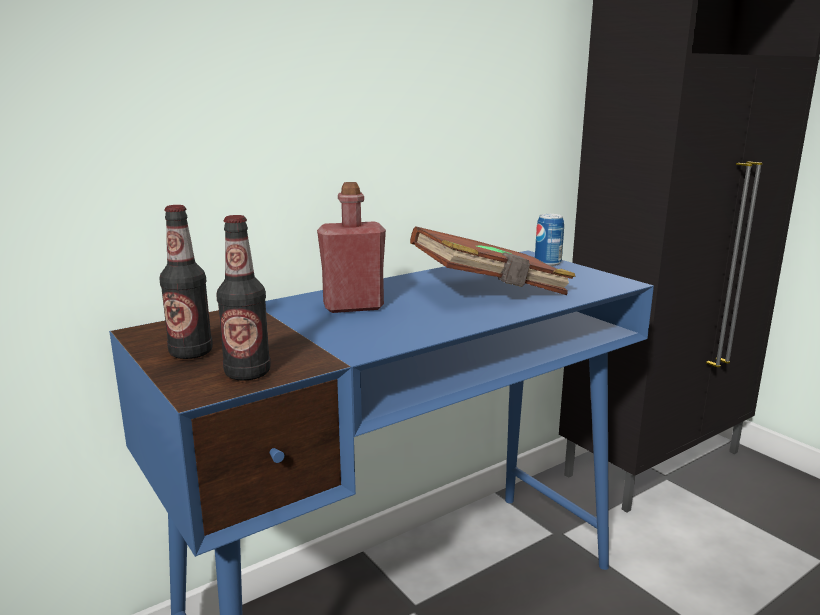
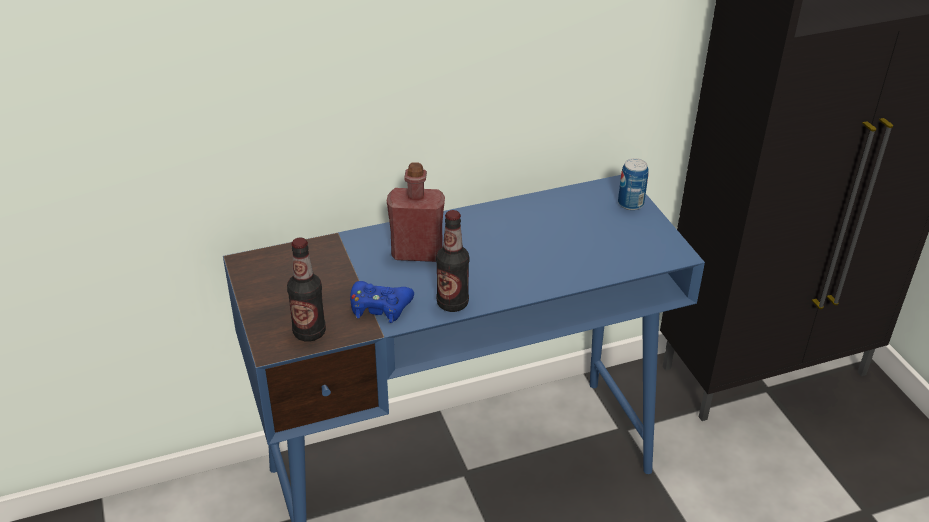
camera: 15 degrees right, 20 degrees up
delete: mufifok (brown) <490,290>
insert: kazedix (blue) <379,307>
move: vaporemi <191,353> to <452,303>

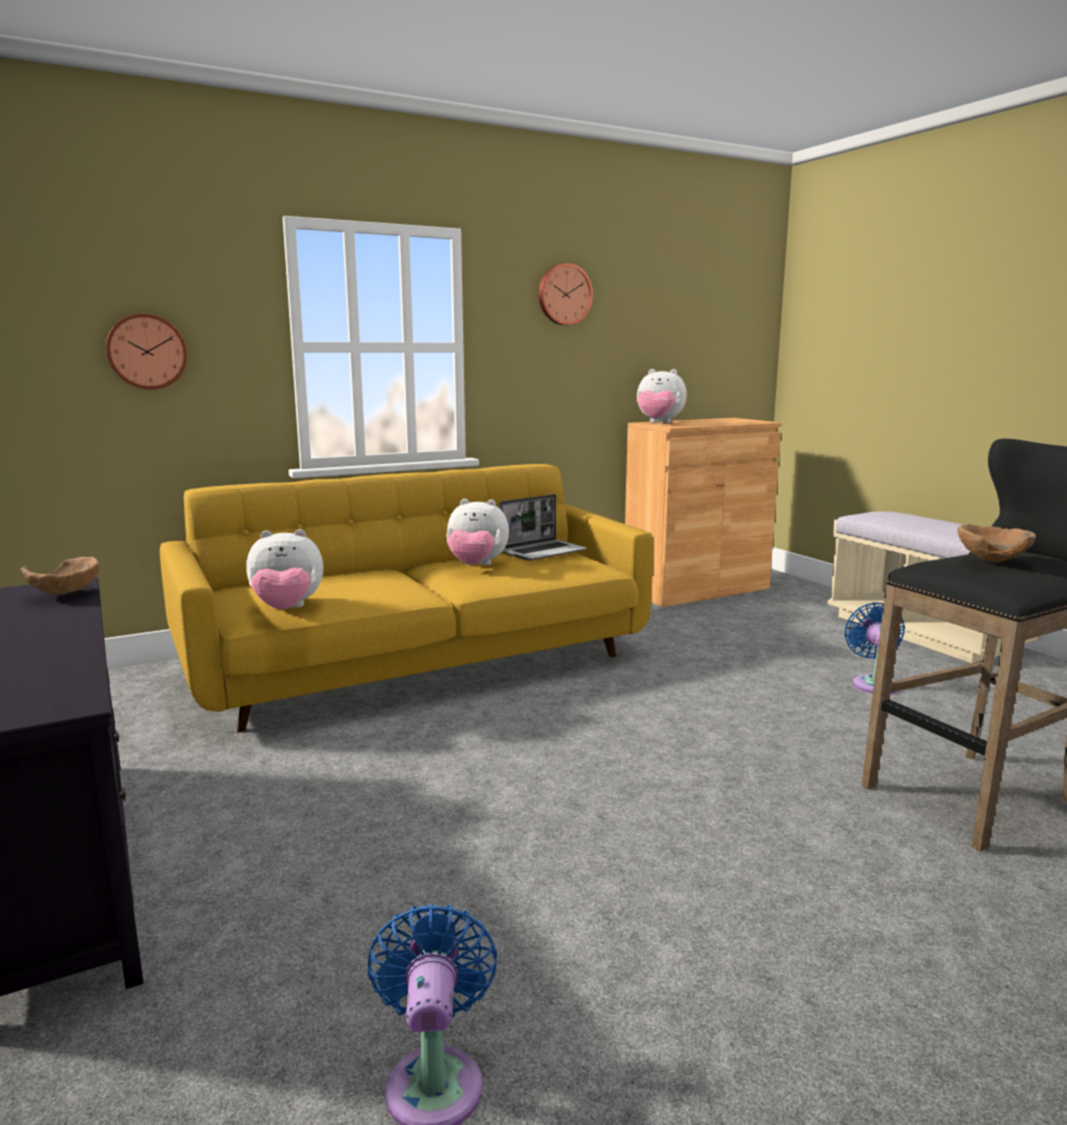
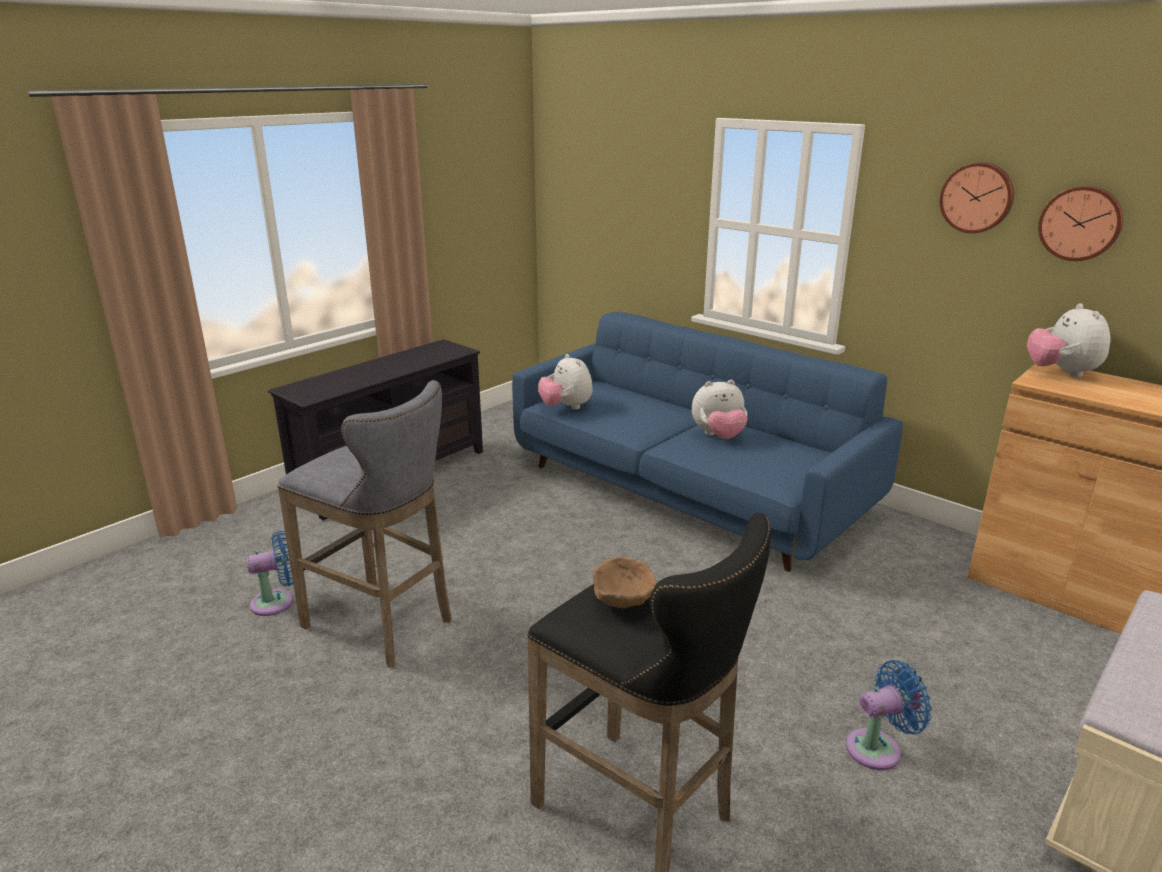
camera: 70 degrees right, 10 degrees up
delete: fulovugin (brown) <66,595>; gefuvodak <543,551>
insert: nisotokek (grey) <384,625>
move: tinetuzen <146,351> to <1080,223>
recolor: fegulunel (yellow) <420,663> to fegulunel (blue) <686,491>
rotate: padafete <476,566> = <718,436> 90 degrees counterclockwise

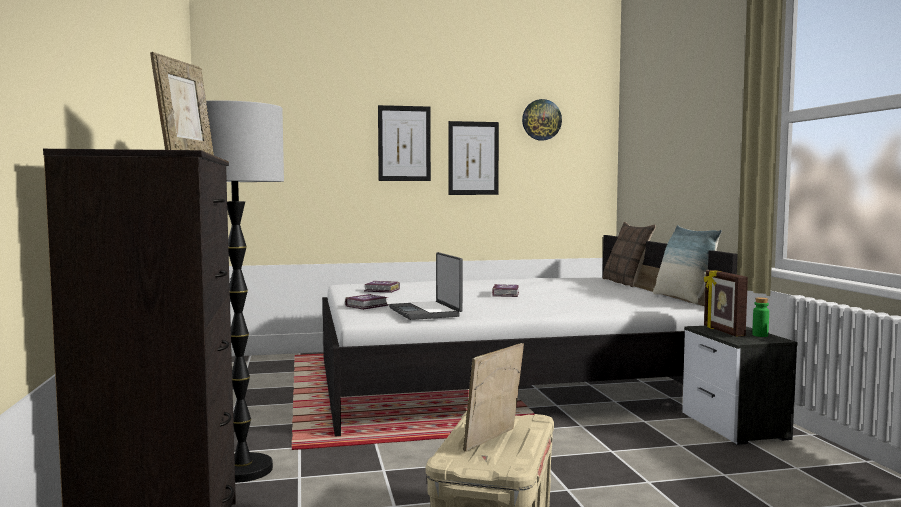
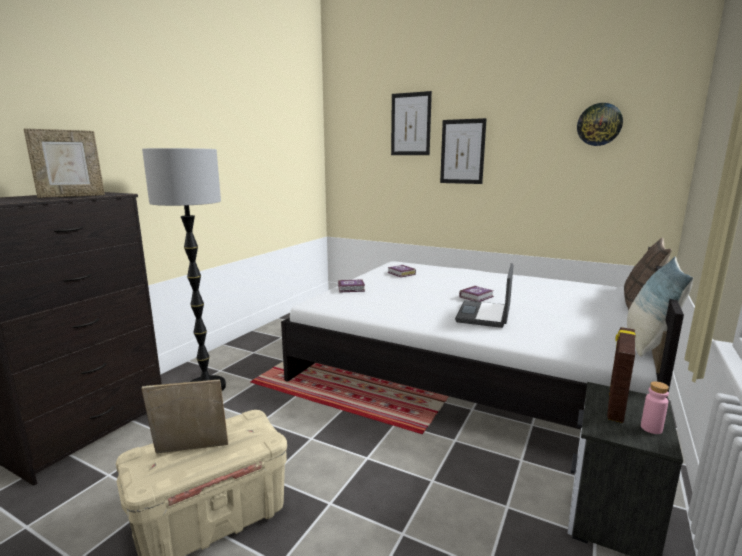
camera: 40 degrees right, 10 degrees up
move: gefuvodak <426,312> to <485,315>; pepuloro <473,158> to <410,124>
recolor: vaporemi (green) <760,335> to vaporemi (pink) <651,428>

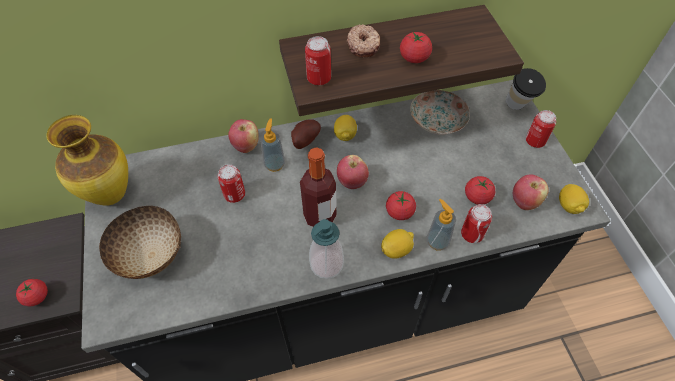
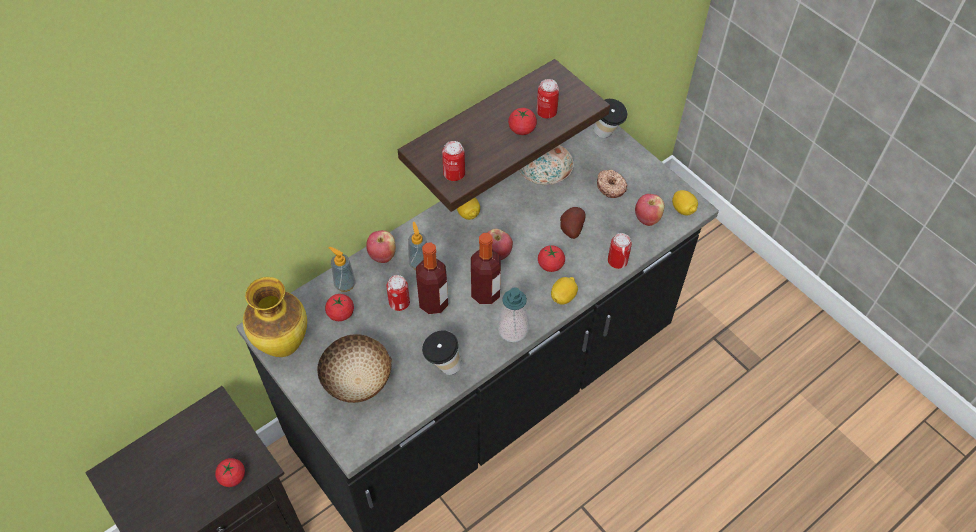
camera: 25 degrees left, 0 degrees up
insert: vaporemi <433,303>; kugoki <443,366>
move: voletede <304,141> to <570,229>; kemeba <364,46> to <611,187>; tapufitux <437,241> to <345,284>; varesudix <477,197> to <341,313>; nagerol <535,141> to <546,112>

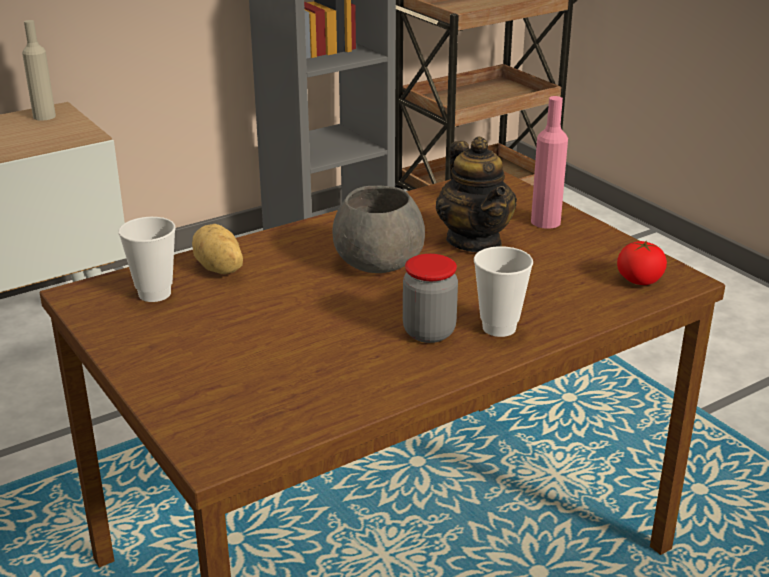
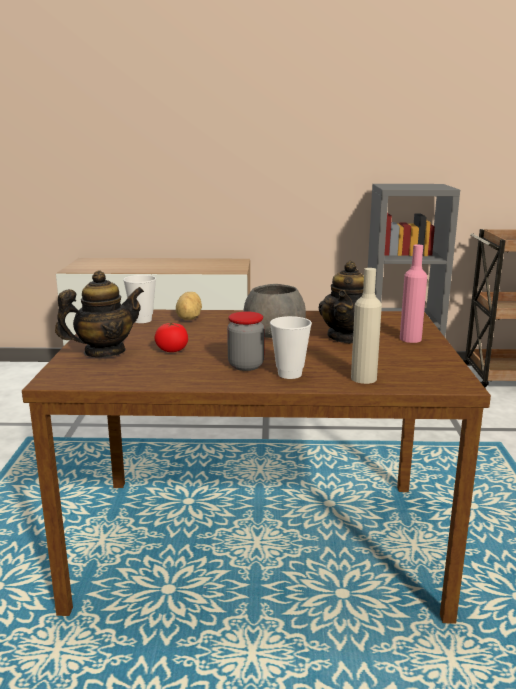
camera: 35 degrees right, 10 degrees down
insert: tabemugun <104,352>
move: vaporemi (beige) <44,116> to <363,378>; varesudix <639,280> to <172,350>

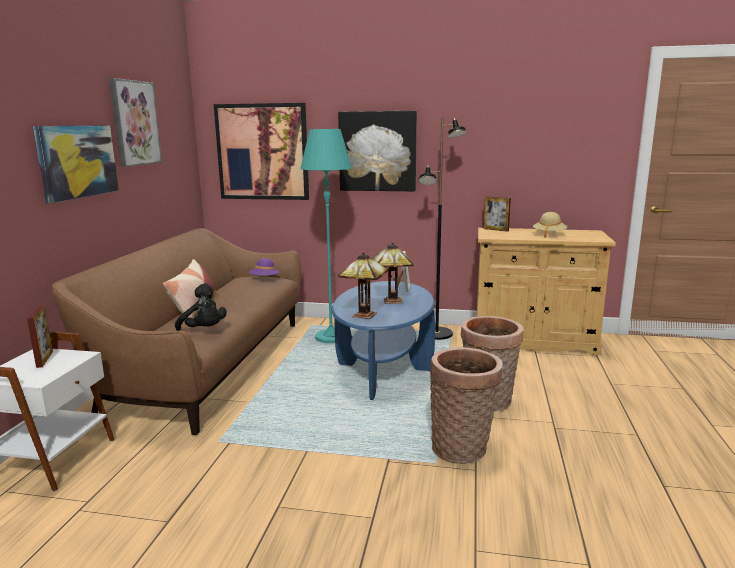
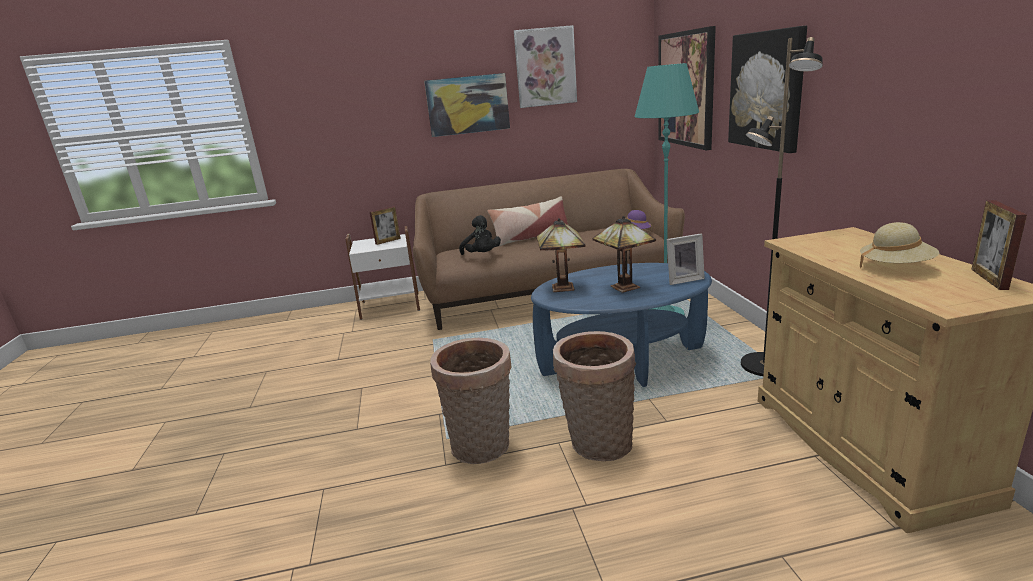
camera: 70 degrees right, 5 degrees up
move: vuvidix <496,230> to <989,279>
rotate: padafete (black) <204,330> = <482,255> 45 degrees counterclockwise

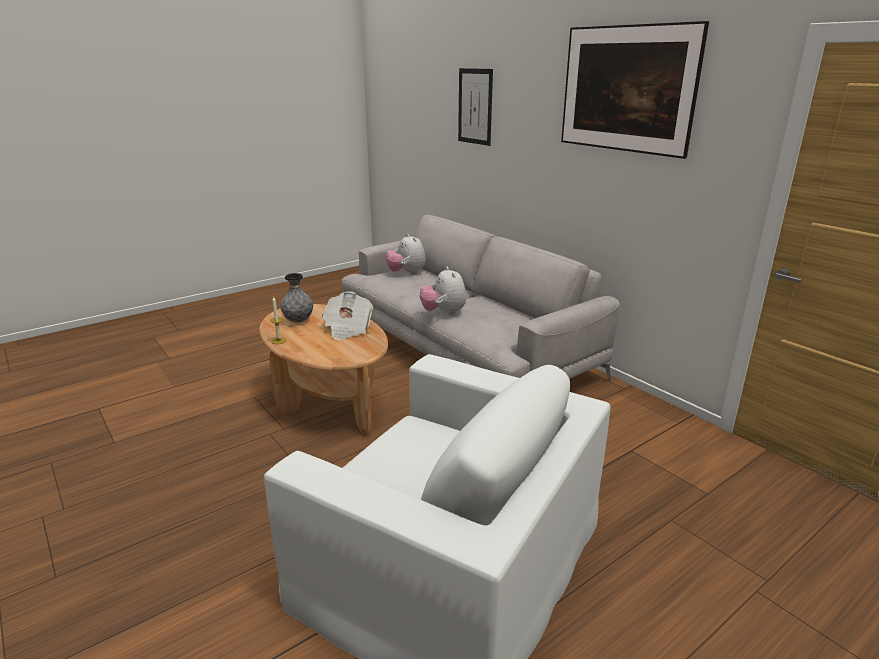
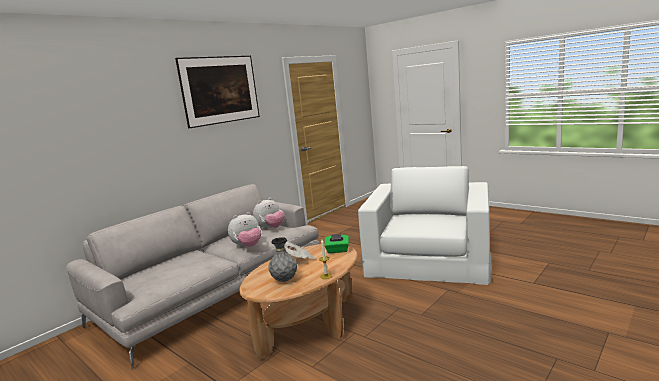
camera: 100 degrees left, 10 degrees down
delete: pepuloro <475,106>
insert: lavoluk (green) <337,250>
move: padafete <406,273> to <270,228>

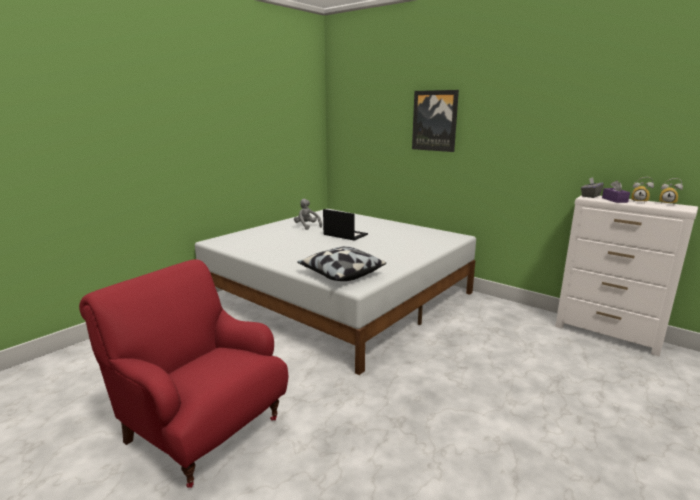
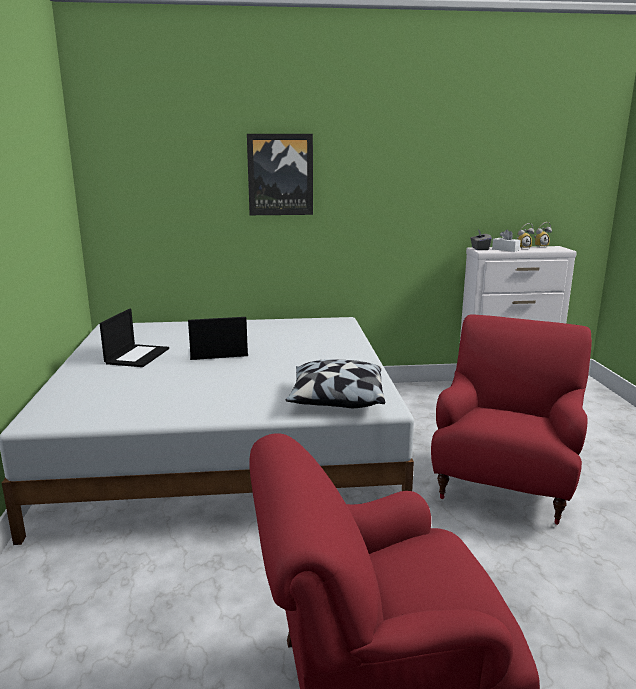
camera: 45 degrees left, 0 degrees up
insert: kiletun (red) <504,484>
replace: padafete (grey) <307,226> to gefuvodak <137,356>
recolor: lavoluk (purple) <614,200> to lavoluk (white) <505,249>

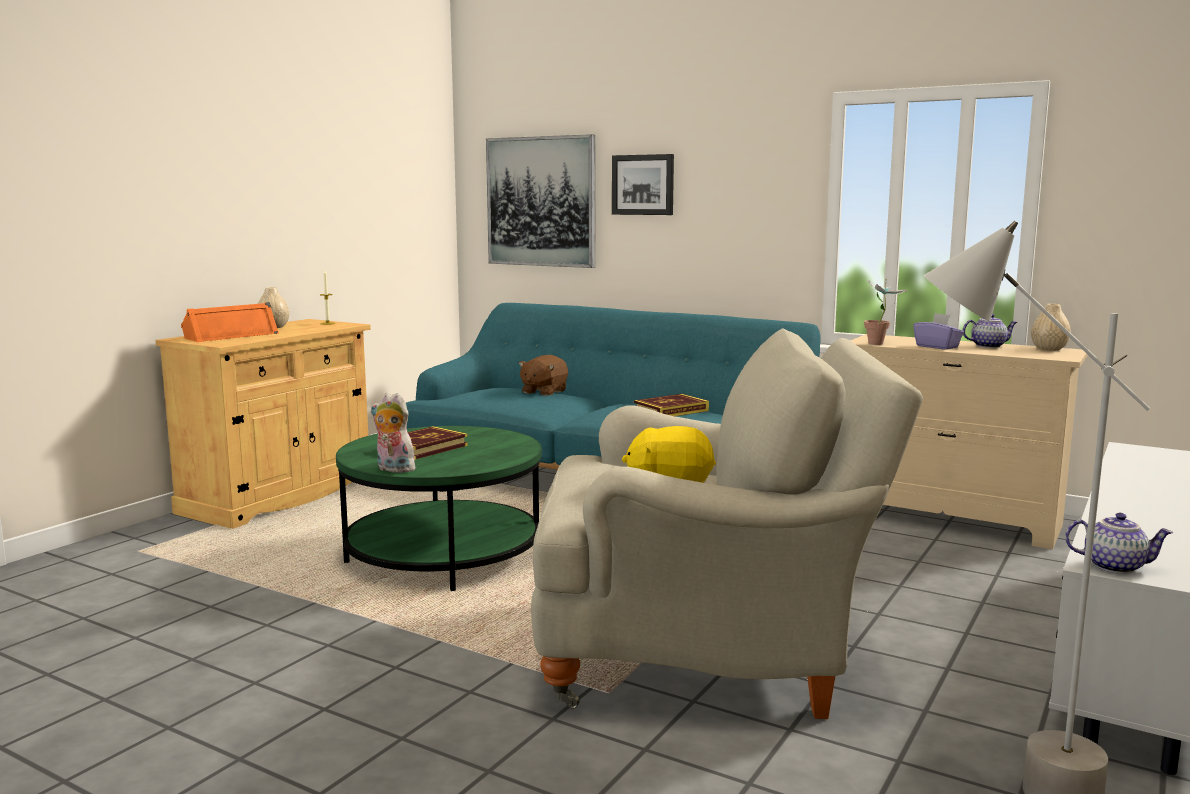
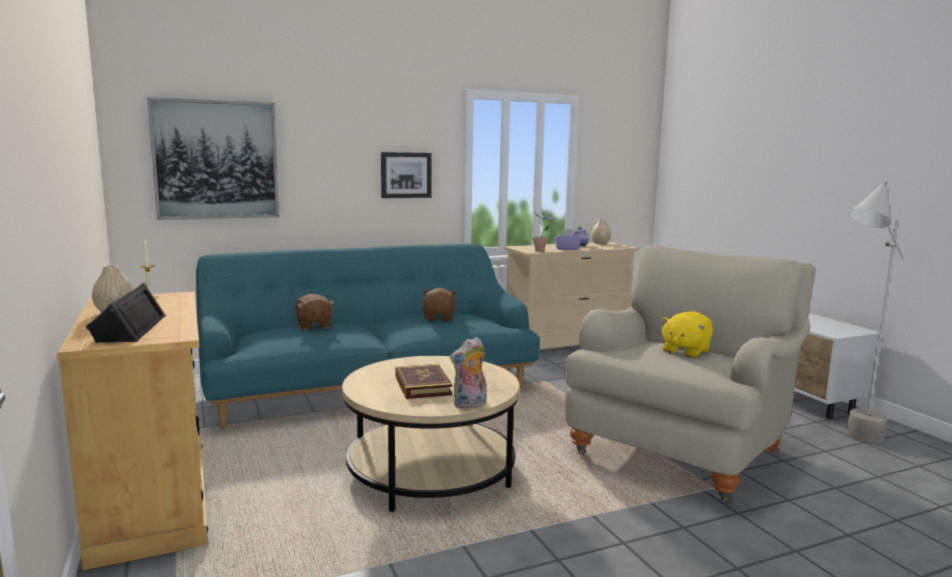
camera: 55 degrees left, 0 degrees up
delete: tabemugun <1114,566>
move: pepuloro <643,185> to <406,175>
replace: mufifok <671,410> to padafete (brown) <439,318>
recolor: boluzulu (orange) <230,335> to boluzulu (black) <127,328>; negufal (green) <444,554> to negufal (beige) <431,471>

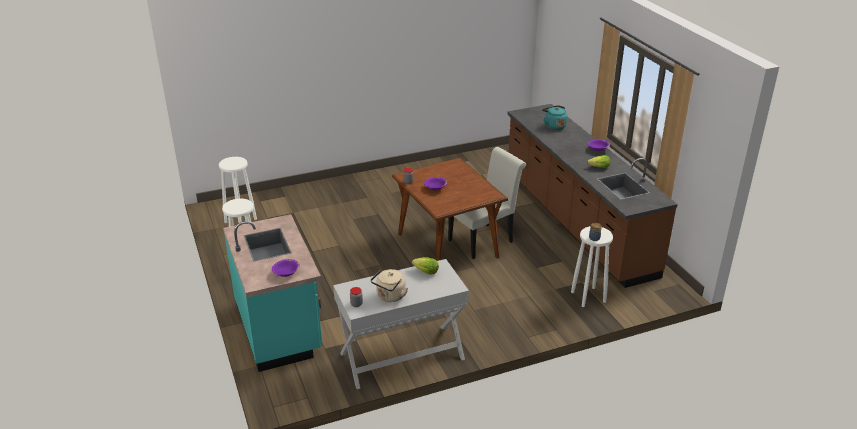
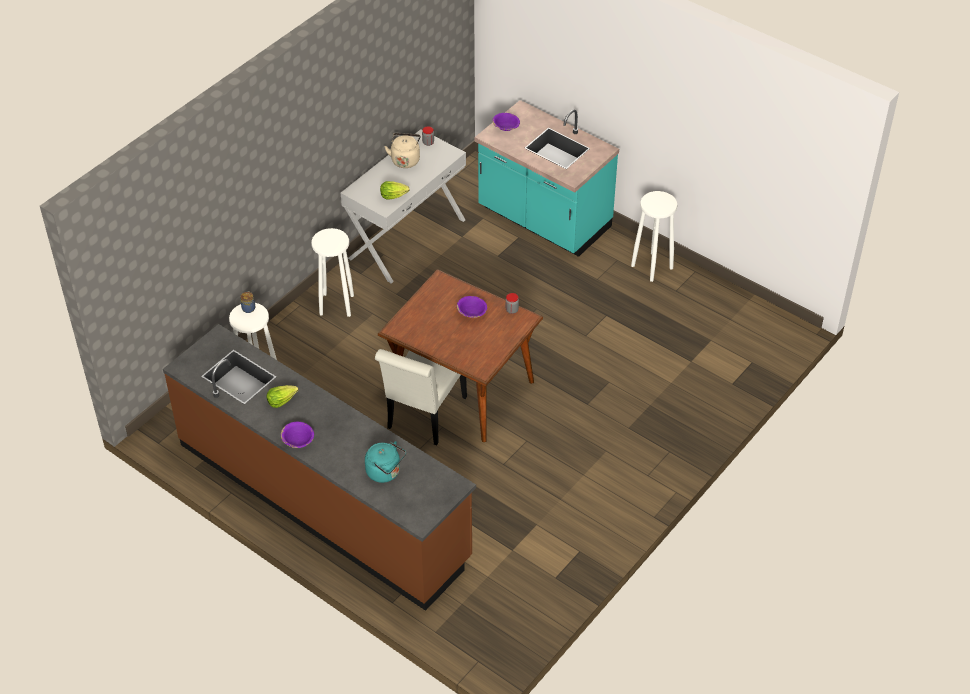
camera: 150 degrees right, 15 degrees up
move: nisotokek (white) <241,220> to <336,305>

